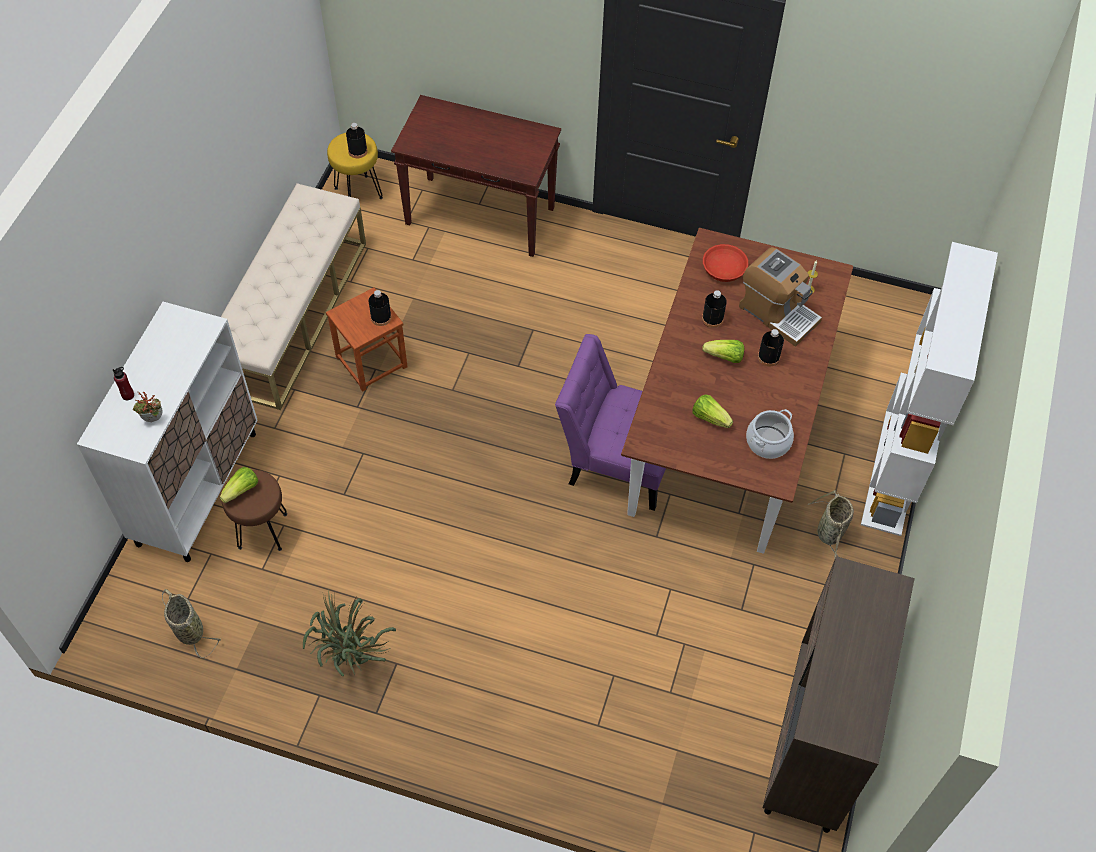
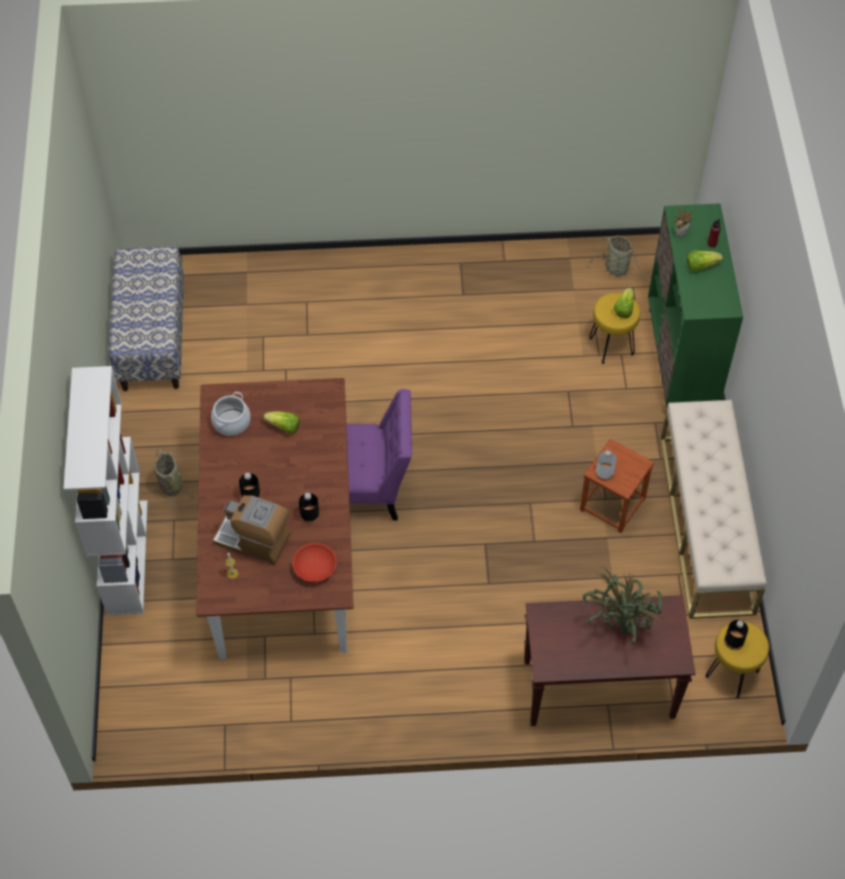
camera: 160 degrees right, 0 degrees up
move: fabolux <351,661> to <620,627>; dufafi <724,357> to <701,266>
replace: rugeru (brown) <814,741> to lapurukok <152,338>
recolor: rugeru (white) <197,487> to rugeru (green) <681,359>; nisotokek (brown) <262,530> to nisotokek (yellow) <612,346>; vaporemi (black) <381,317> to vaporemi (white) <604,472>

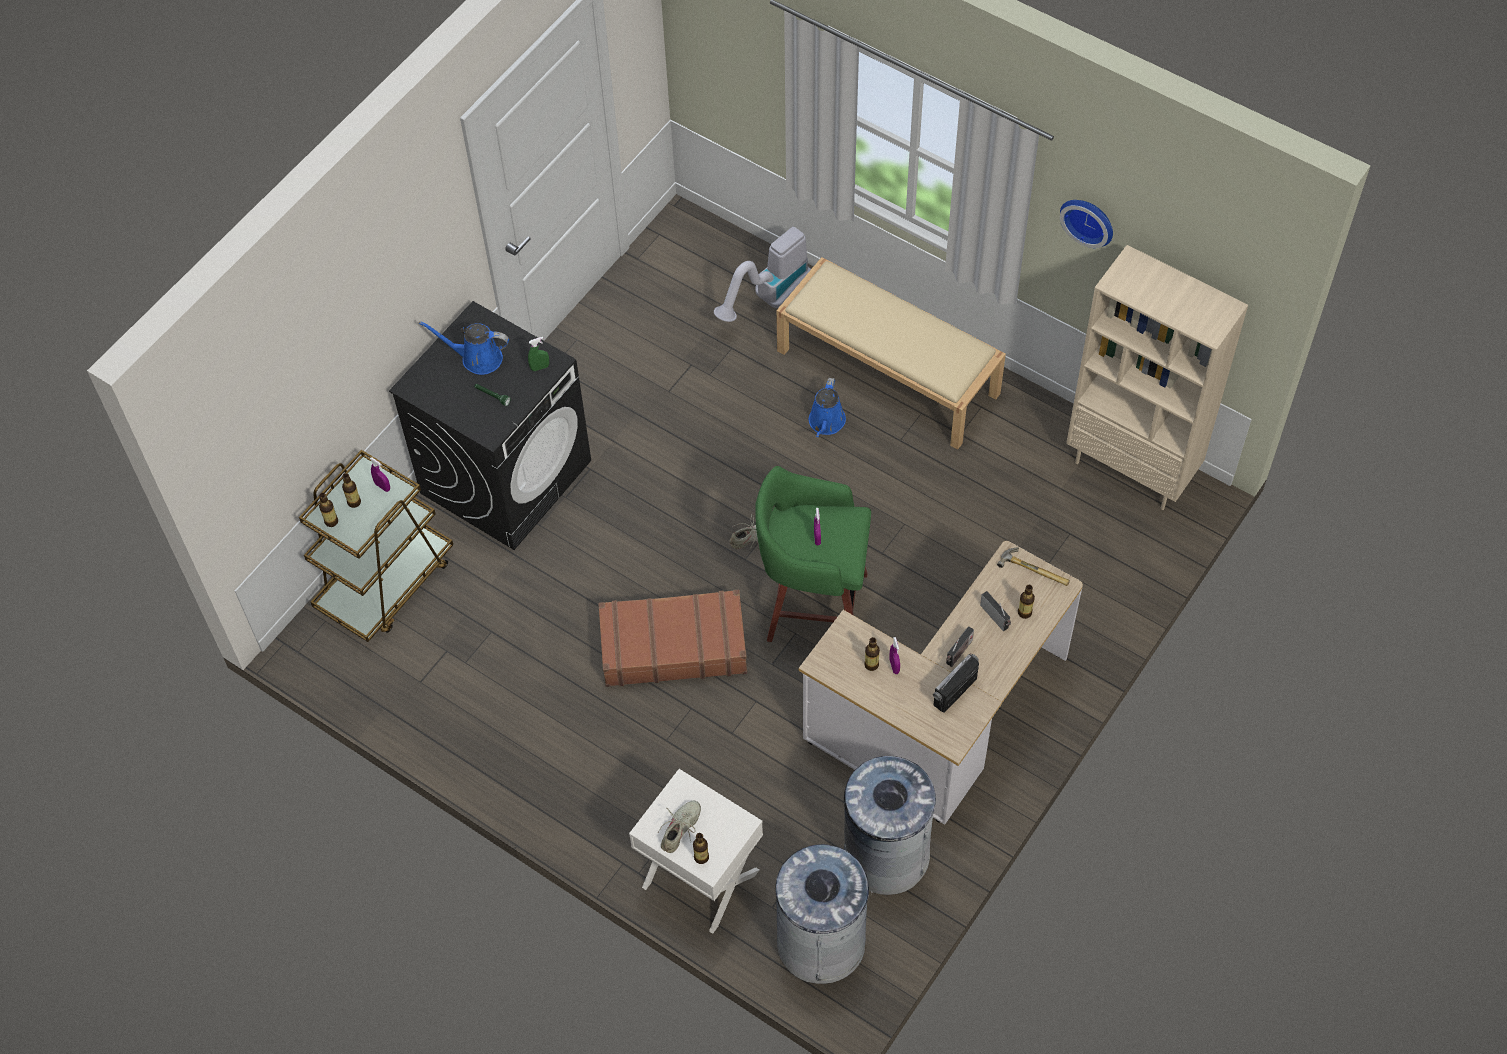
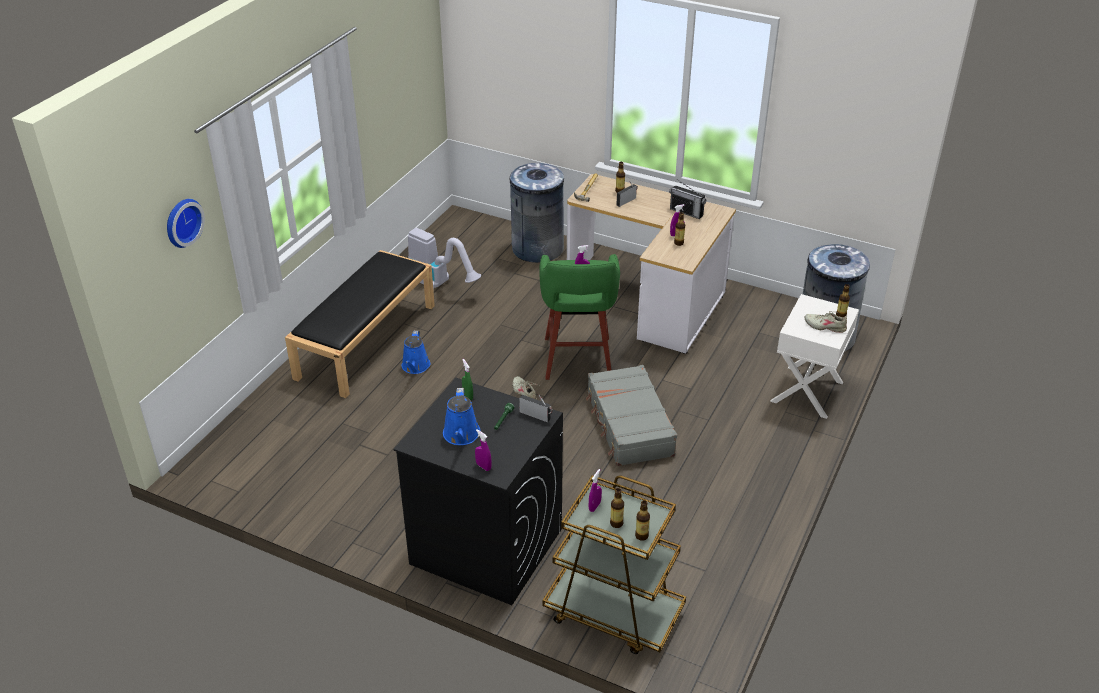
camera: 100 degrees left, 20 degrees down
delete: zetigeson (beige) <1132,468>
insert: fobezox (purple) <483,466>
move: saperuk <769,300> to <440,284>; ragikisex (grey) <886,854> to <537,248>; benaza <958,653> to <536,416>; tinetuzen <1089,219> to <181,222>
recolor: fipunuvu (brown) <673,646> to fipunuvu (grey) <629,425>; lapurukok (beige) <889,372> to lapurukok (black) <366,340>
rotate: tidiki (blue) <826,423> = <415,367> 90 degrees clockwise

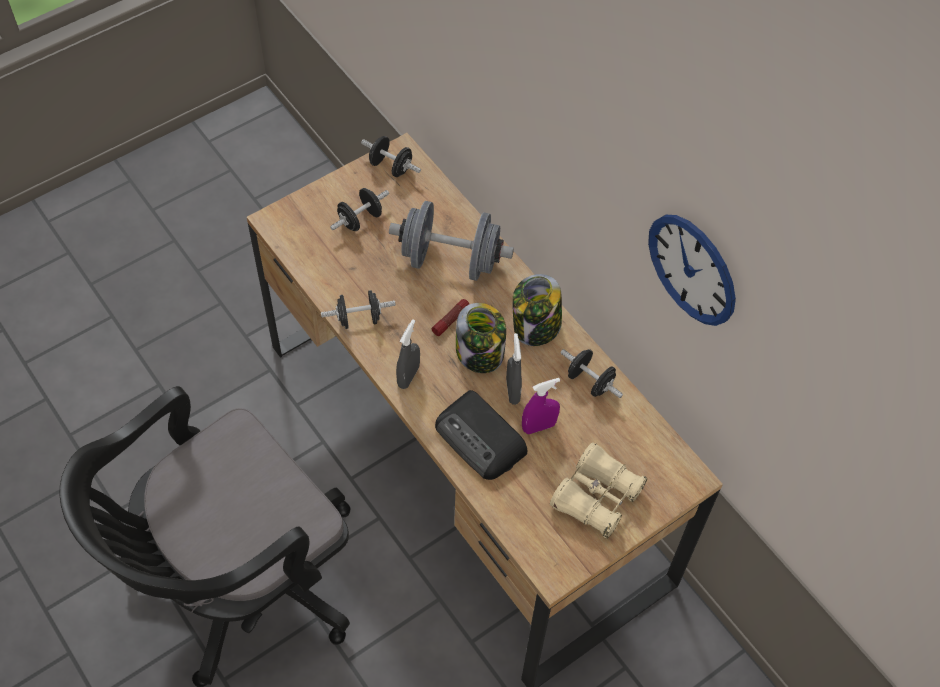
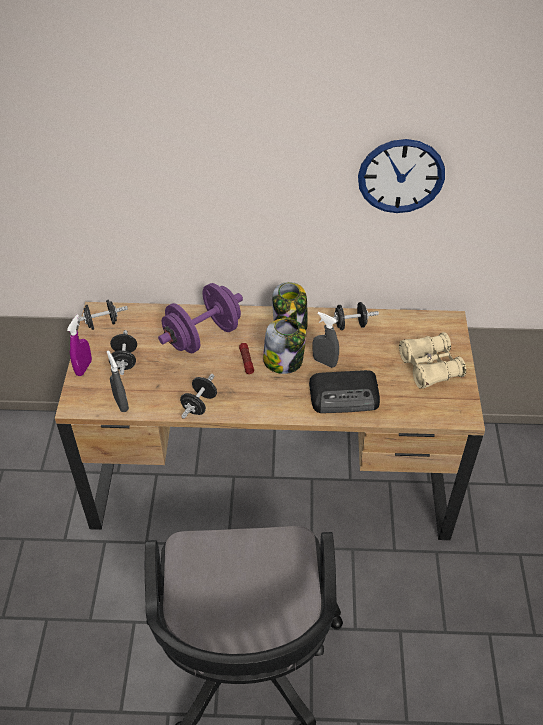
camera: 50 degrees left, 10 degrees down
move: fobezox (grey) <408,376> to <121,403>; fobezox (purple) <539,426> to <83,368>
recolor: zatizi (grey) <450,260> to zatizi (purple) <203,336>

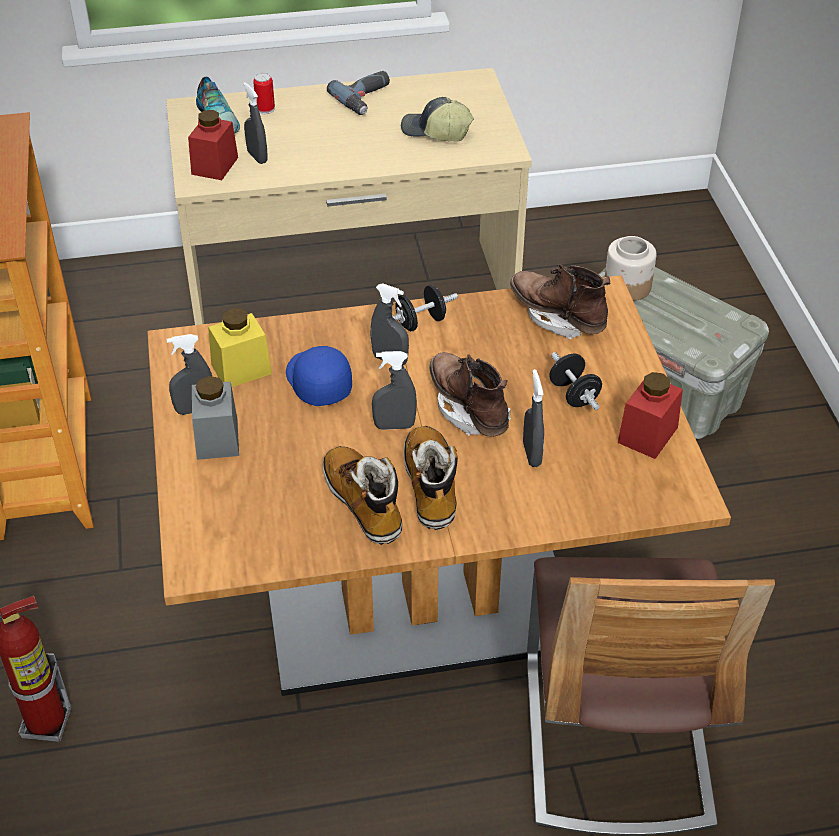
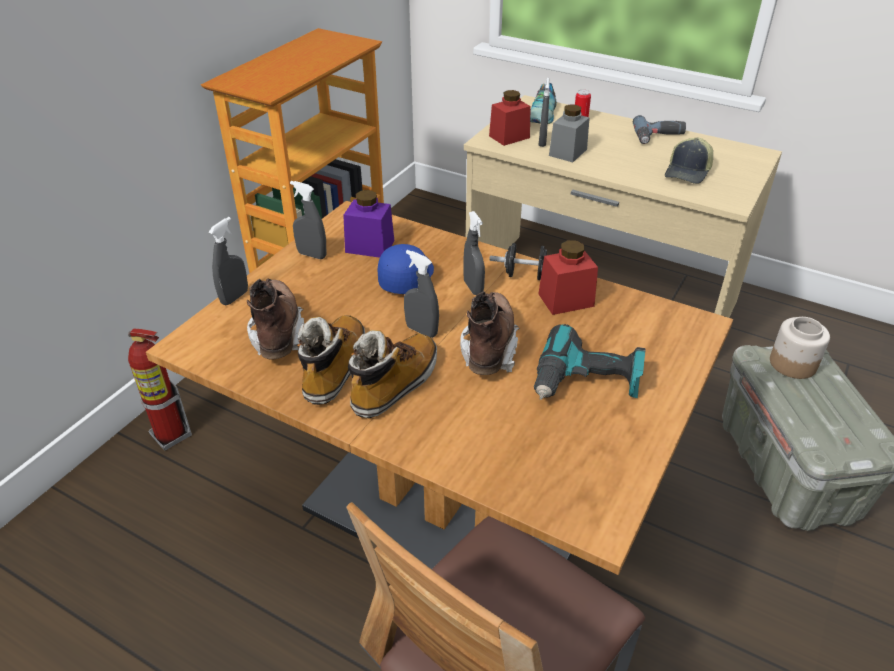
camera: 40 degrees right, 5 degrees down
move: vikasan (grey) <217,439> to <568,152>; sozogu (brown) <557,317> to <278,334>; fobezox (grey) <532,454> to <234,297>; vikasan (red) <647,435> to <566,300>
replace: zatizi (black) <574,394> to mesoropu <587,383>
recolor: vikasan (yellow) <241,369> to vikasan (purple) <370,246>
rotate: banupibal <435,132> = <688,172> 120 degrees counterclockwise

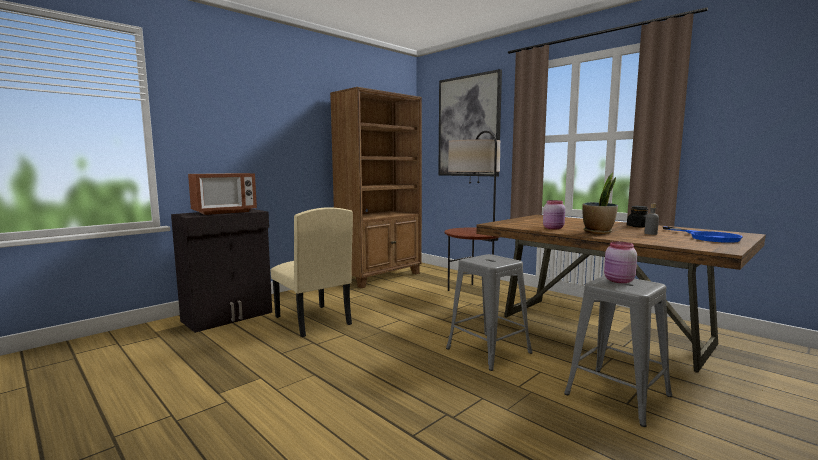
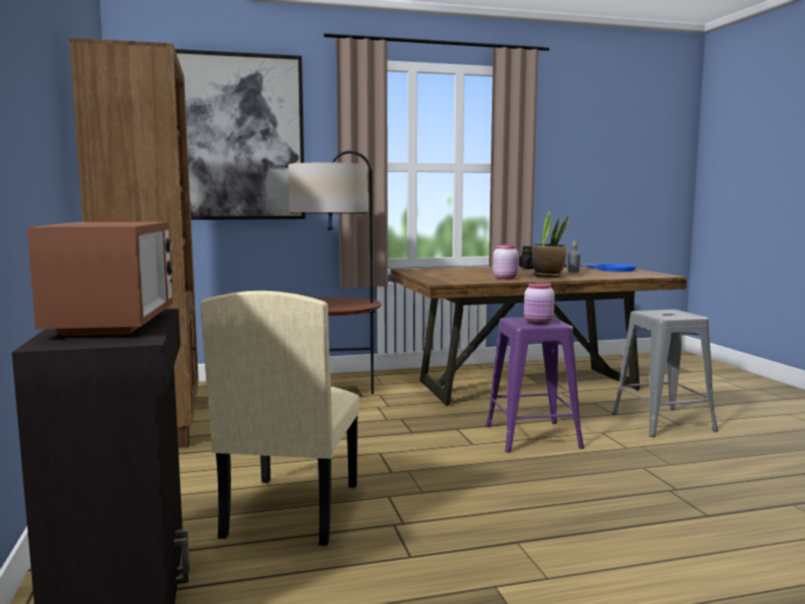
camera: 60 degrees left, 0 degrees up
move: vikasan (pink) <618,281> to <539,322>
recolor: nisotokek (grey) <488,350> to nisotokek (purple) <532,436>
rotate: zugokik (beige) <312,320> = <291,509> 105 degrees clockwise

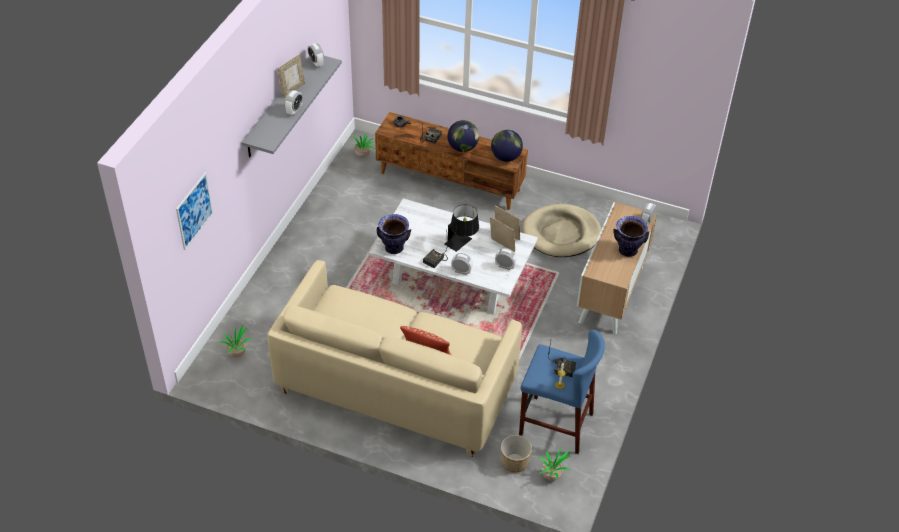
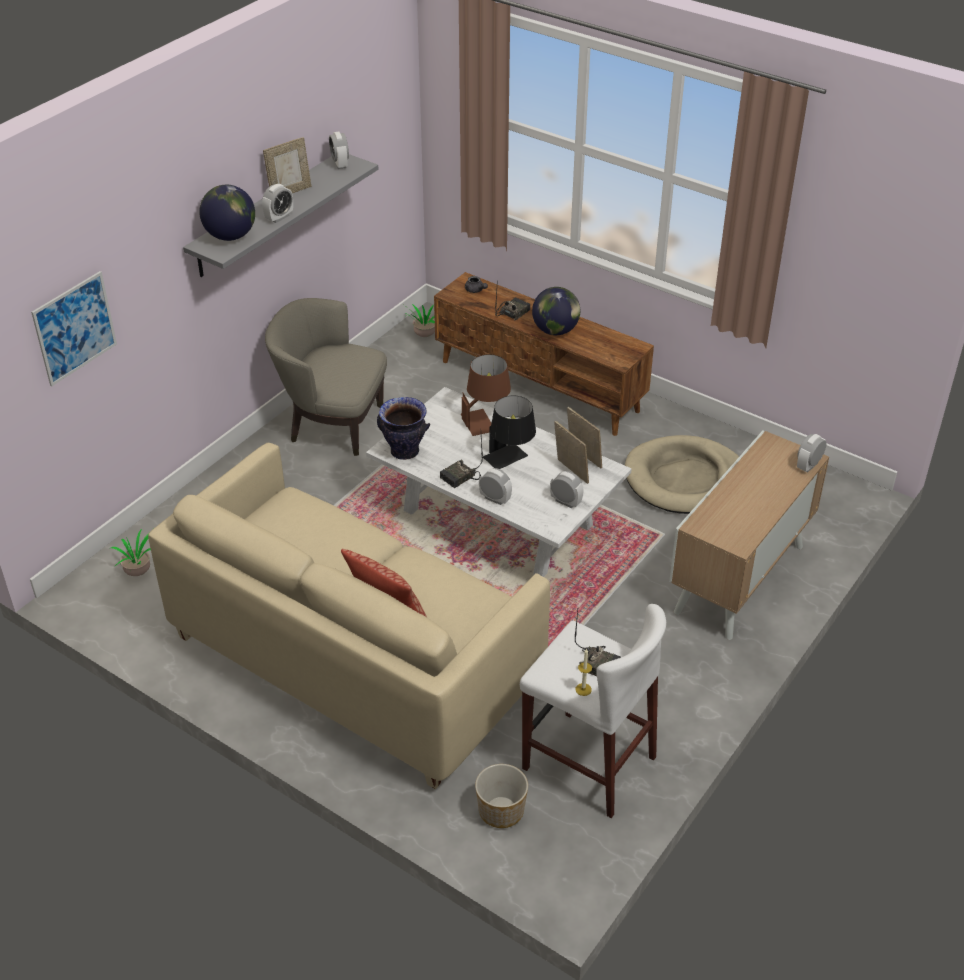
camera: 15 degrees right, 5 degrees down
delete: fabolux <552,477>; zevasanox <628,250>
insert: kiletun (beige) <332,424>; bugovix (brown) <485,420>
move: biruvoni <506,157> to <230,236>
recolor: nisotokek (blue) <556,424> to nisotokek (white) <588,763>

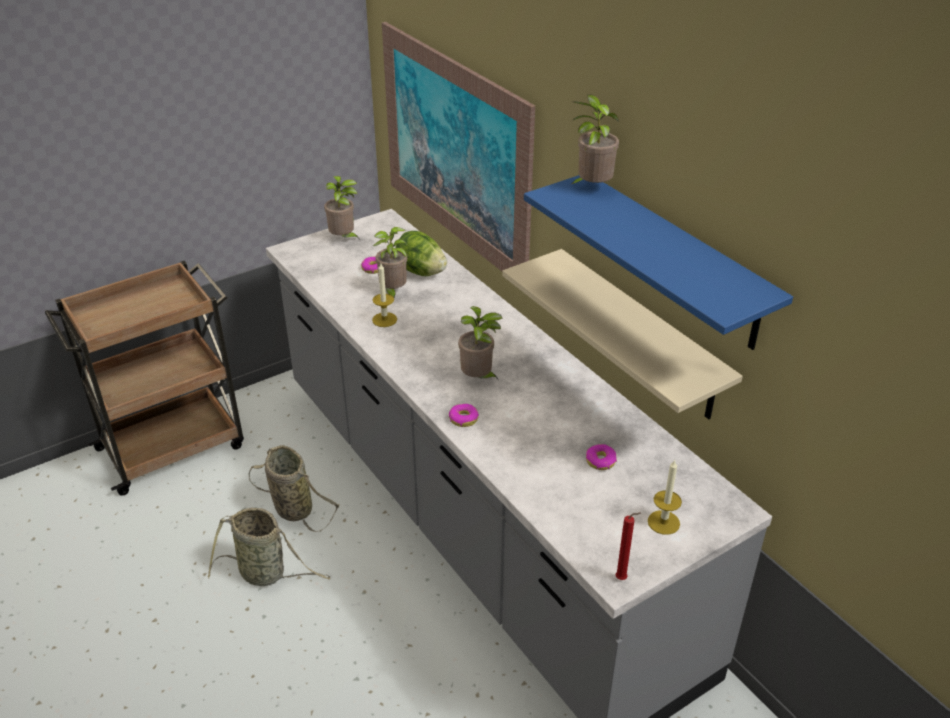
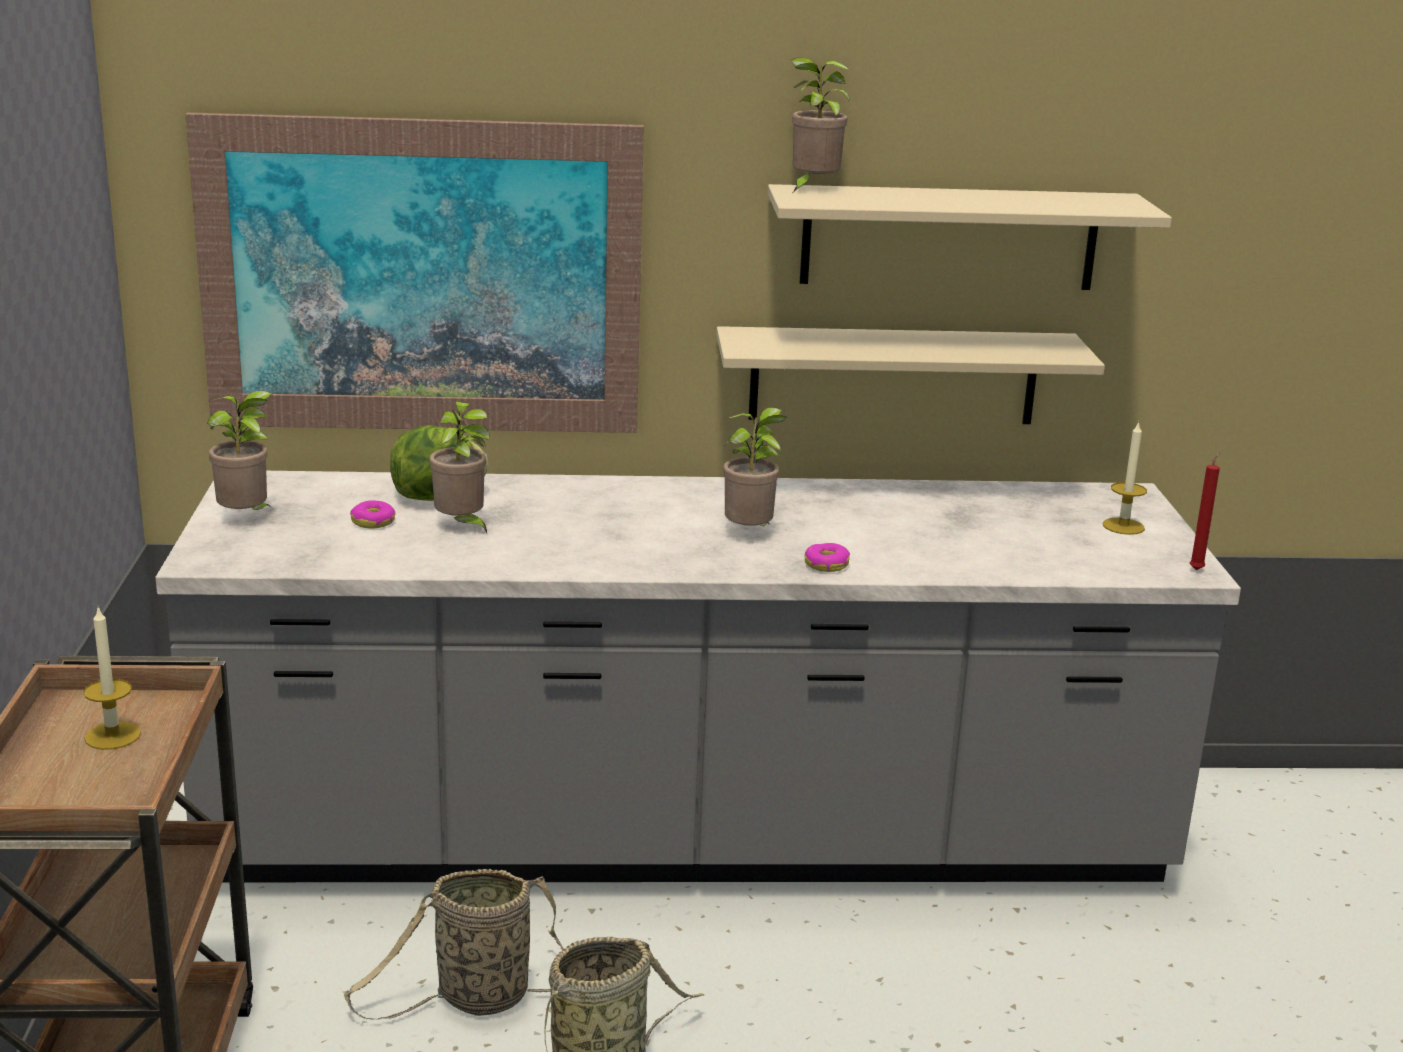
camera: 60 degrees left, 15 degrees down
delete: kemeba <600,461>
move: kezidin <384,319> to <112,736>
recolor: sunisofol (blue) <675,261> to sunisofol (beige) <949,237>

